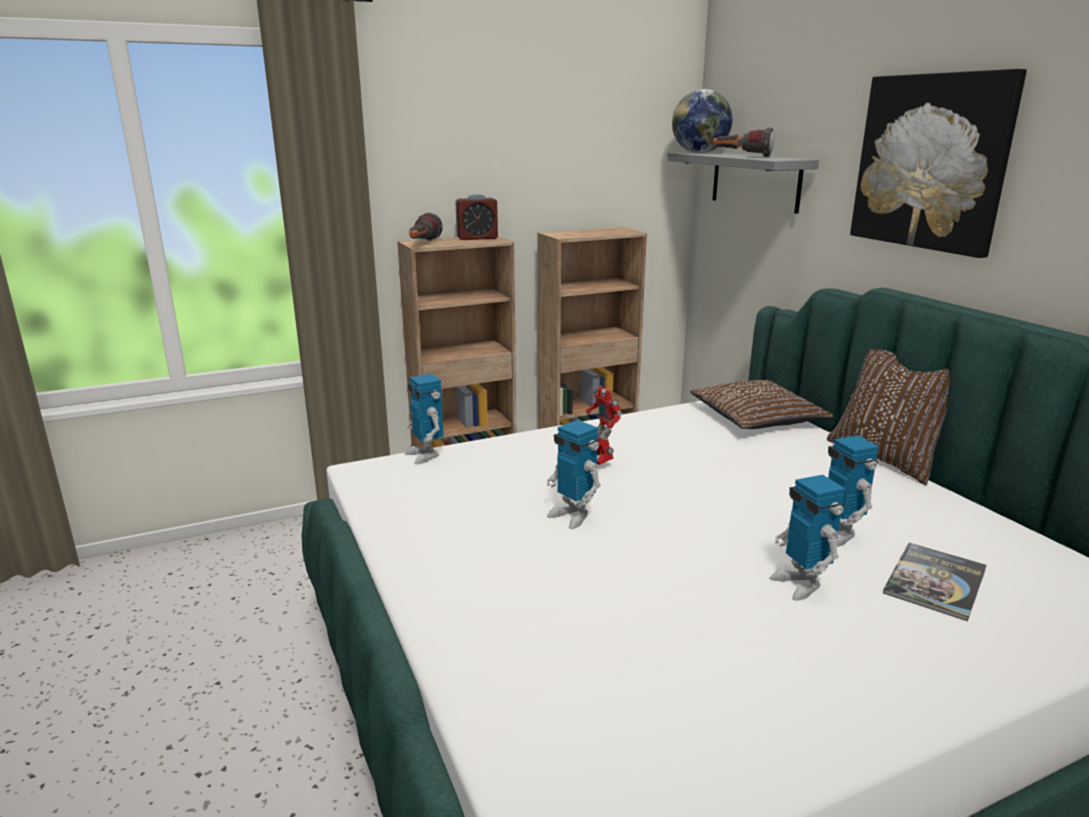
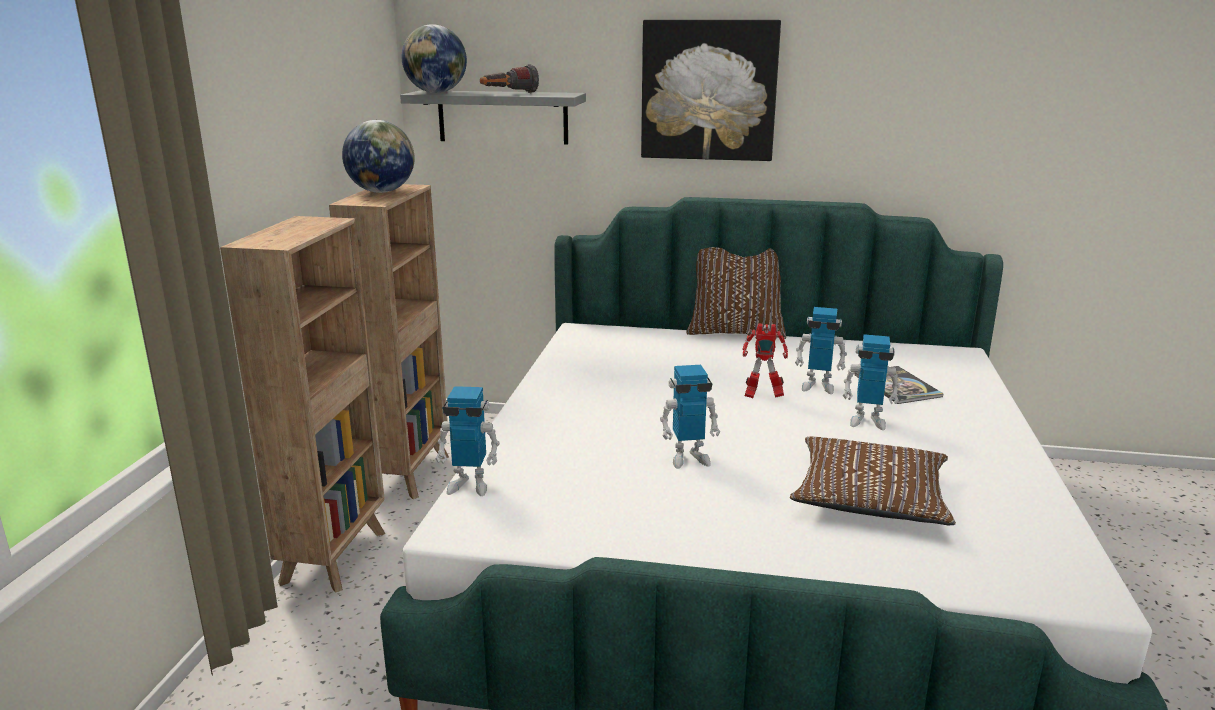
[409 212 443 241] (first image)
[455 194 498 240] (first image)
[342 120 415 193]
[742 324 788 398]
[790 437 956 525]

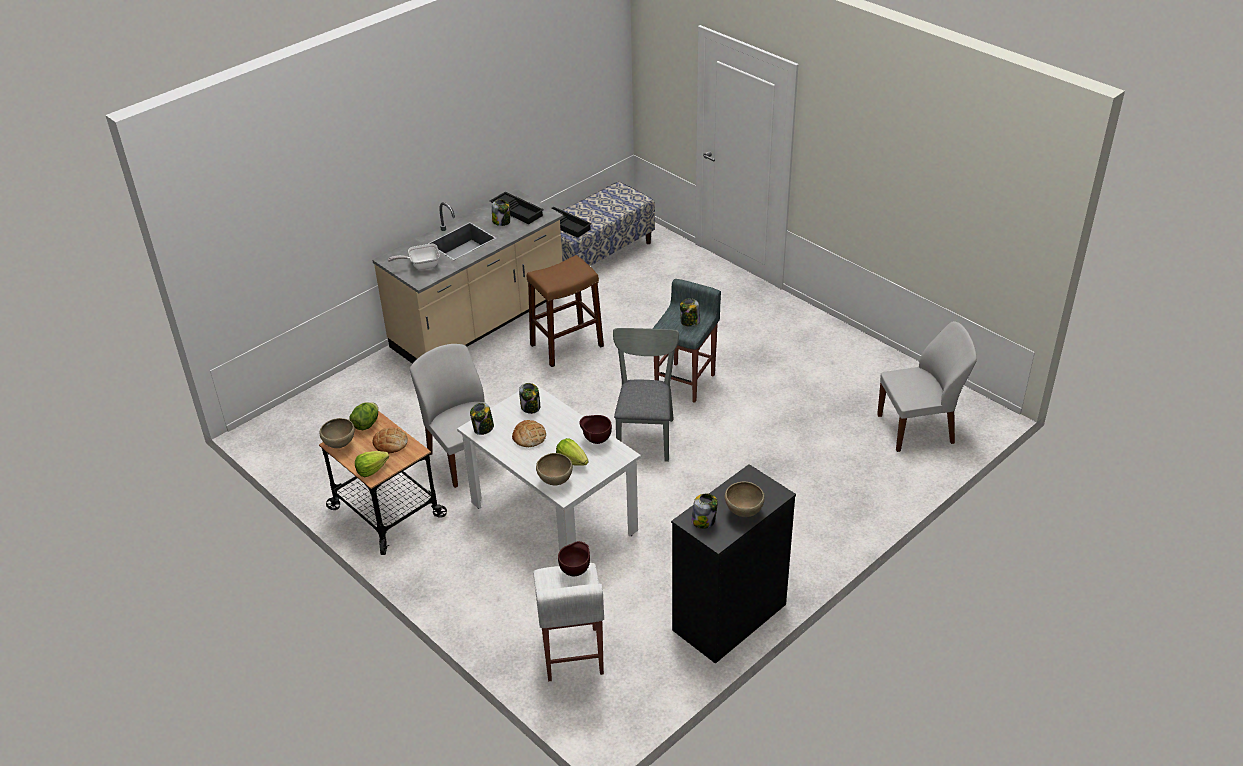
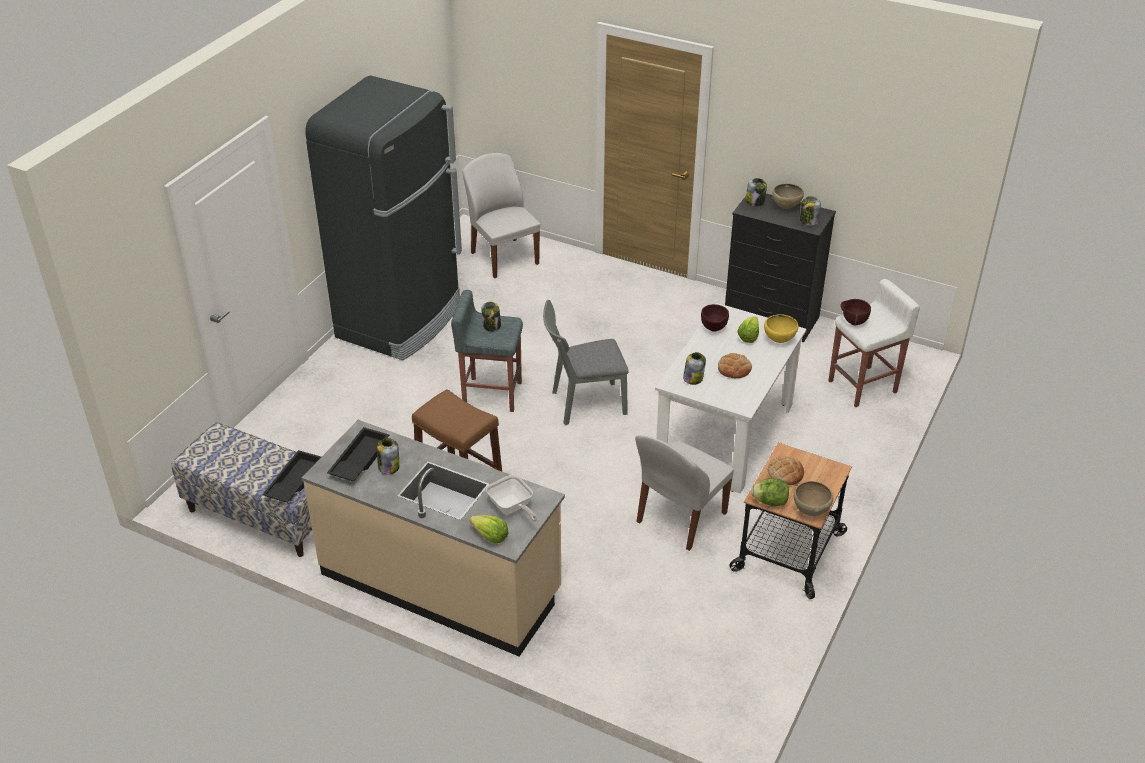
[305 75 462 360]
[469 515 509 544]
[745 178 767 206]
[764 314 798 343]

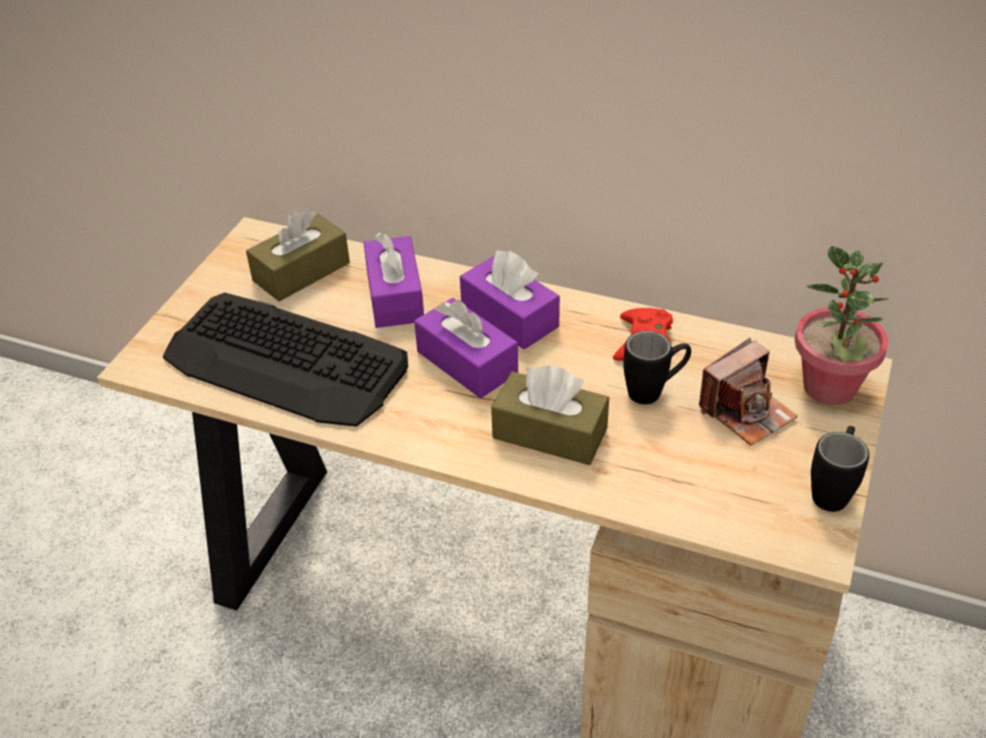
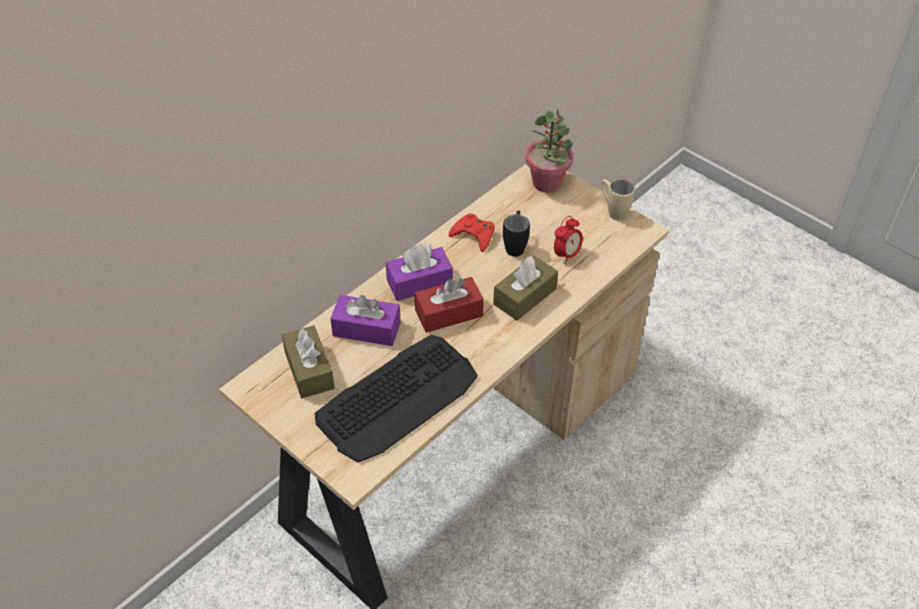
[699 338 798 446] (first image)
[554 216 583 264]
[414 277 484 333]
[601 179 635 220]

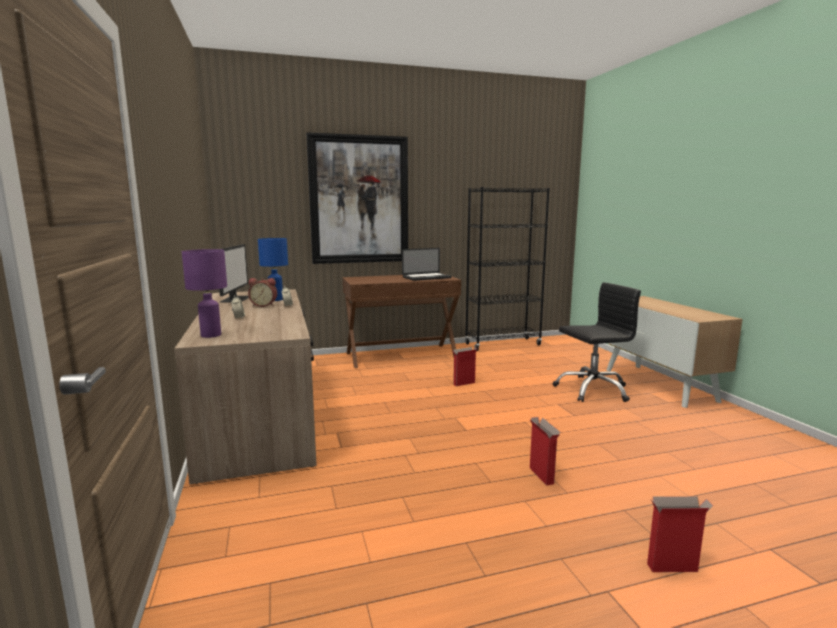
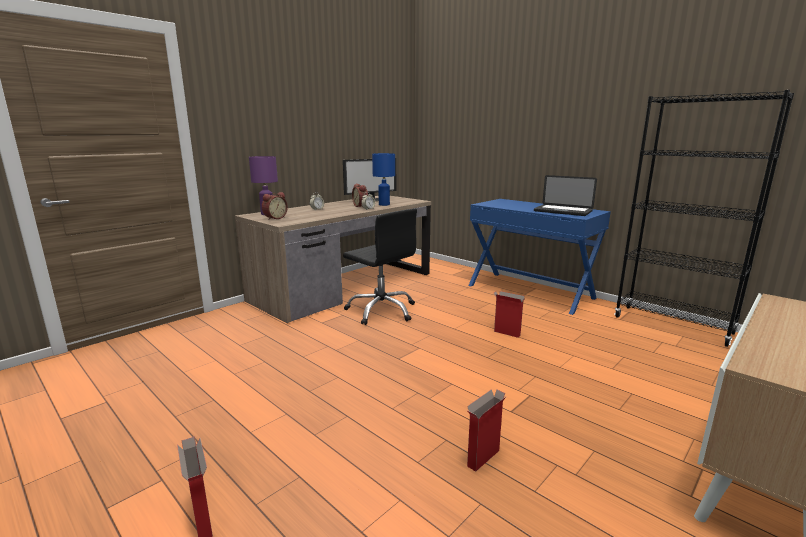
[306 132 408 264] (first image)
[262 192 288 220]
[467 389 507 472]
[343 209 417 325]
[468 199 611 315]

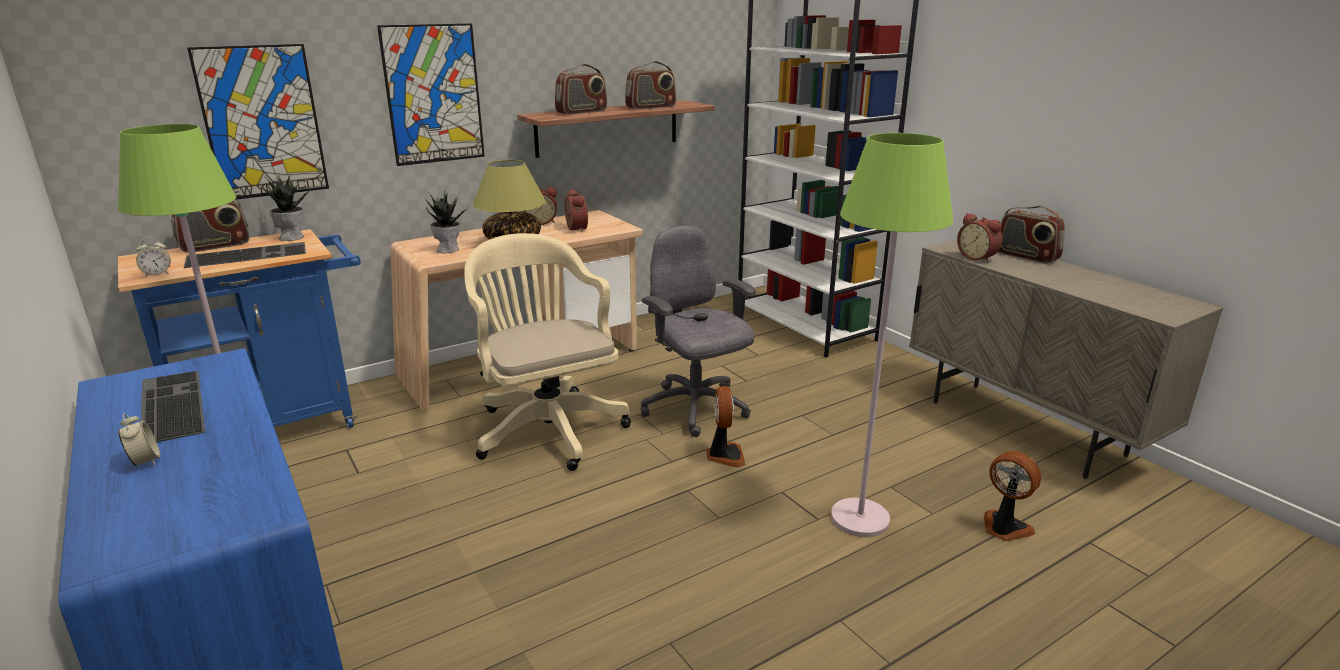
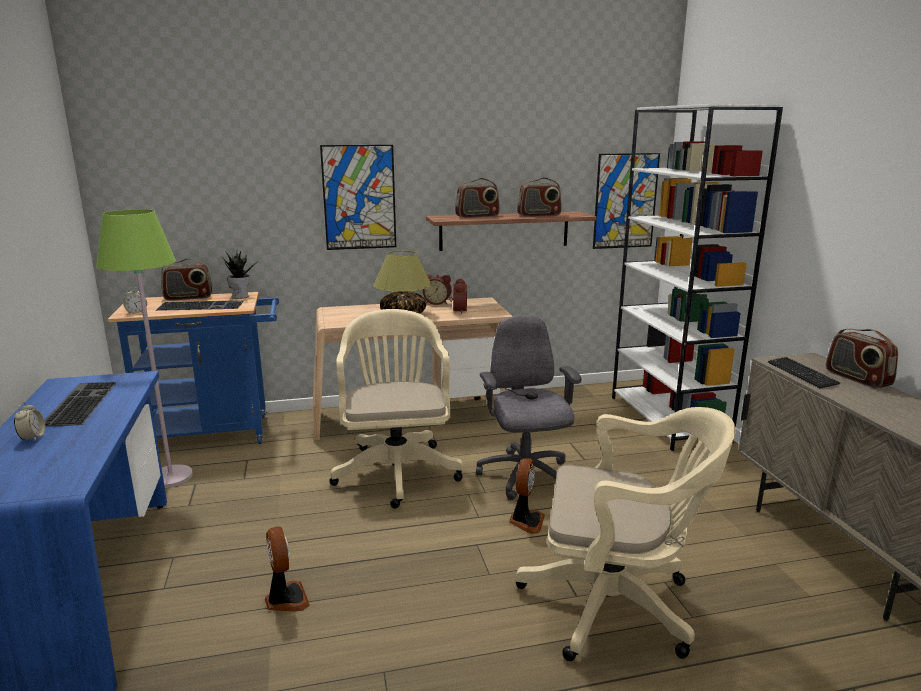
[426 192 470 253] (first image)
[593 153 660 249]
[265 526 310 612]
[515 407 736 661]
[768 357 840 388]

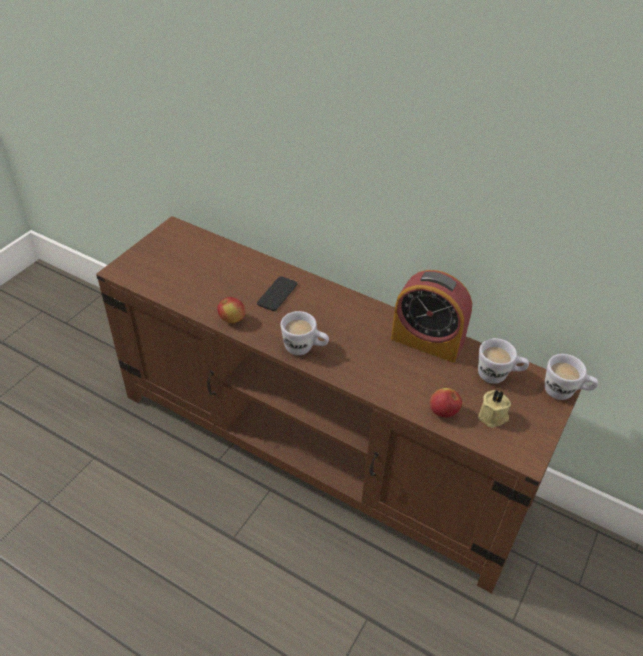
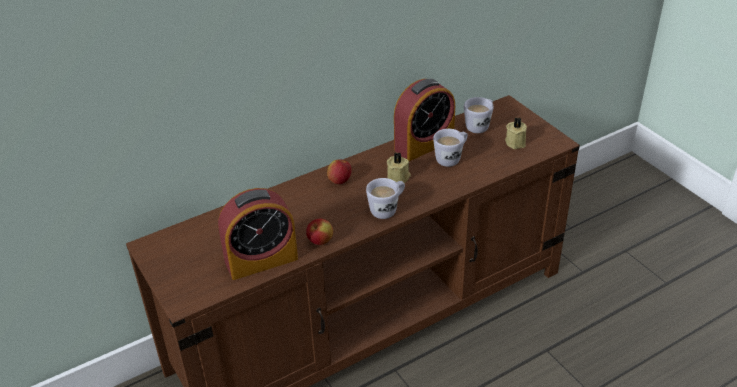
[257 276 297 311] (first image)
[218 188 298 280]
[387 152 411 183]
[327 159 352 184]
[433 129 468 167]

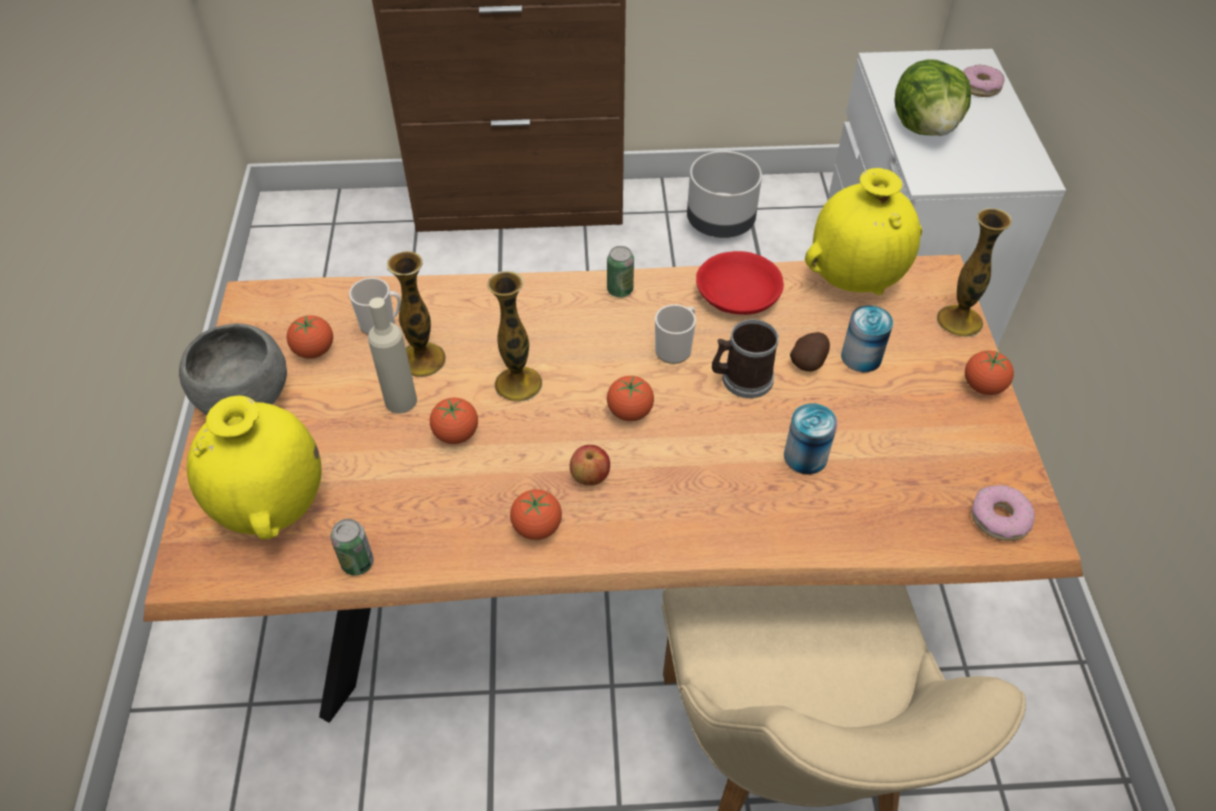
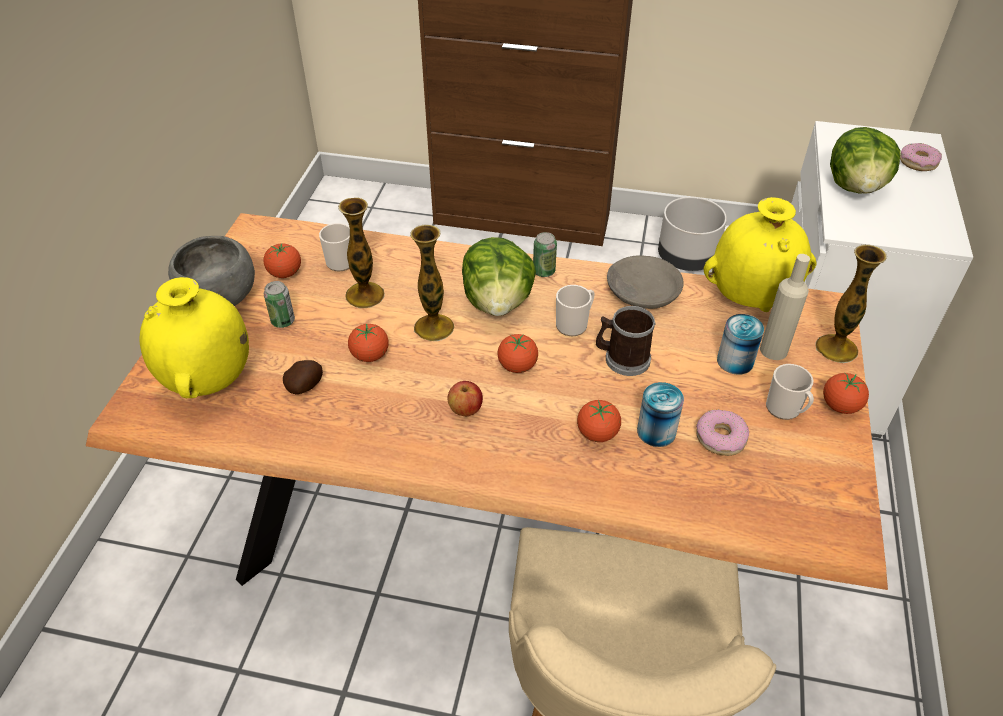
[462 237 536 316]
[766 364 814 420]
[264 281 295 328]
[760 254 810 360]
[577 400 621 442]
[283 360 323 394]
[696 409 749 456]
[607 255 683 309]

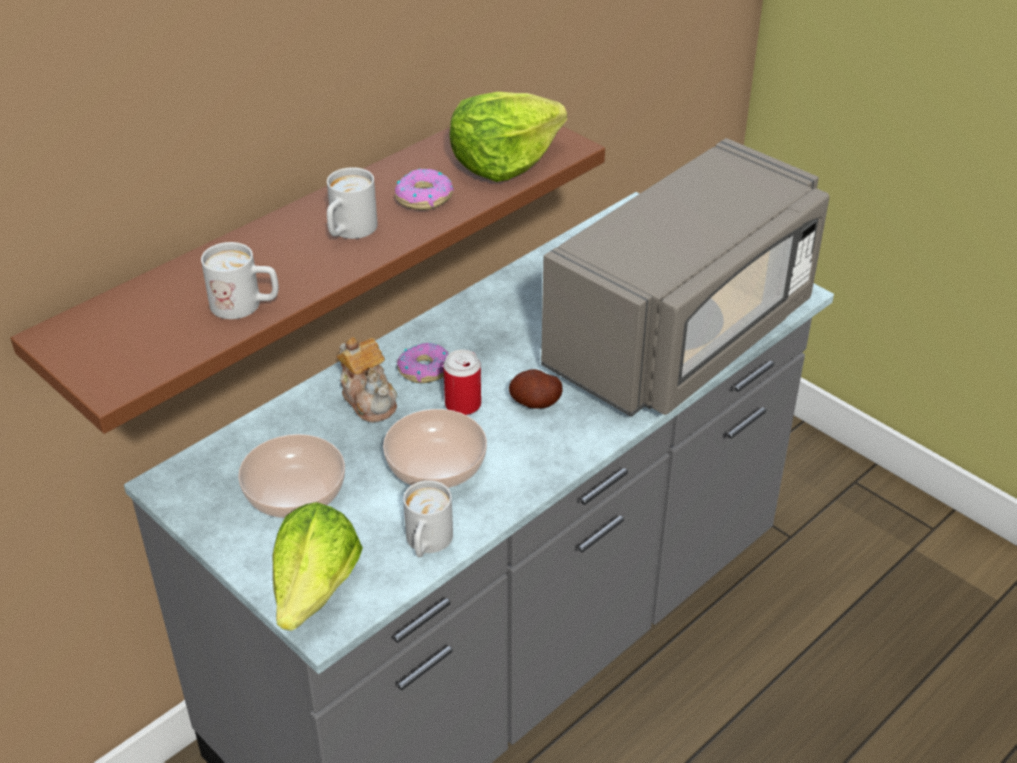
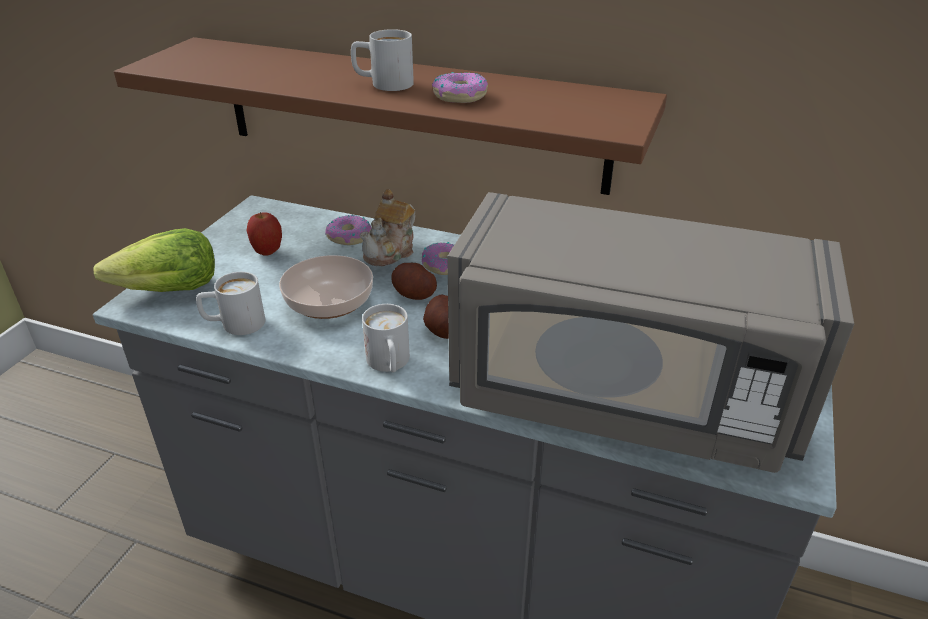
[450 92 567 182] (first image)
[325 215 371 245]
[362 304 410 373]
[246 212 282 256]
[391 263 437 300]

